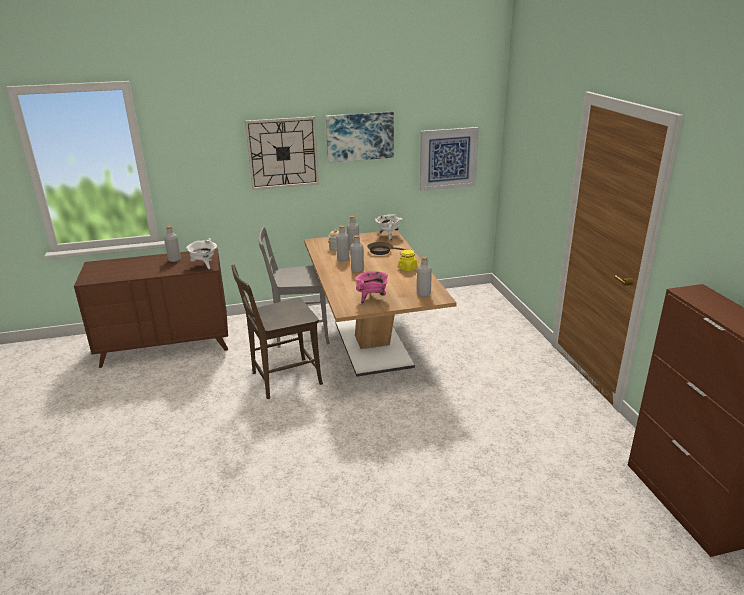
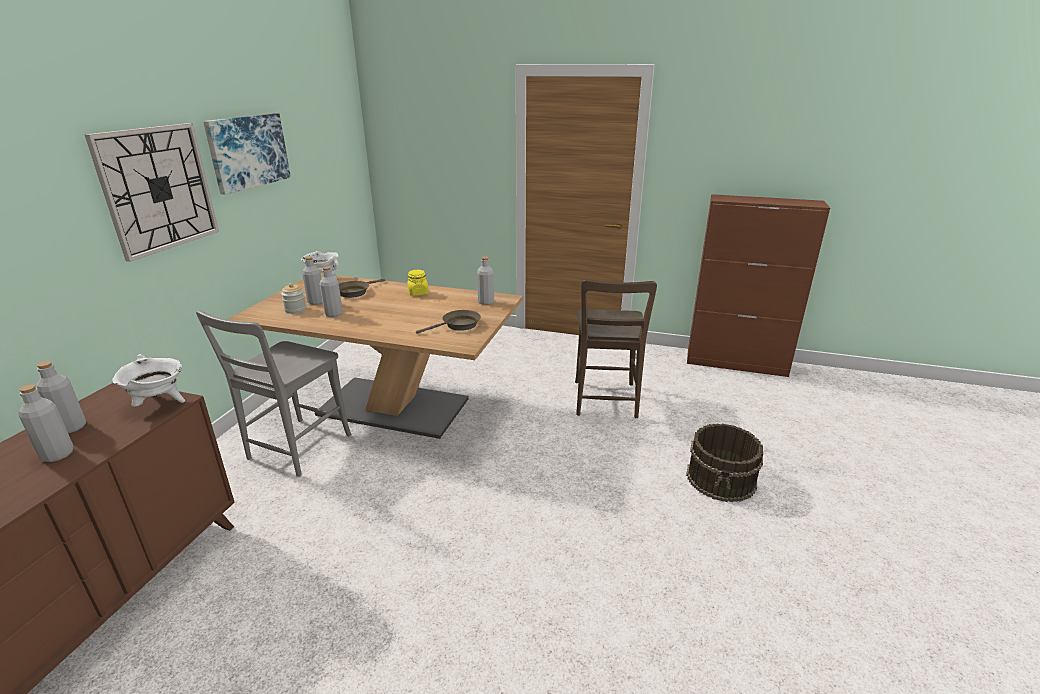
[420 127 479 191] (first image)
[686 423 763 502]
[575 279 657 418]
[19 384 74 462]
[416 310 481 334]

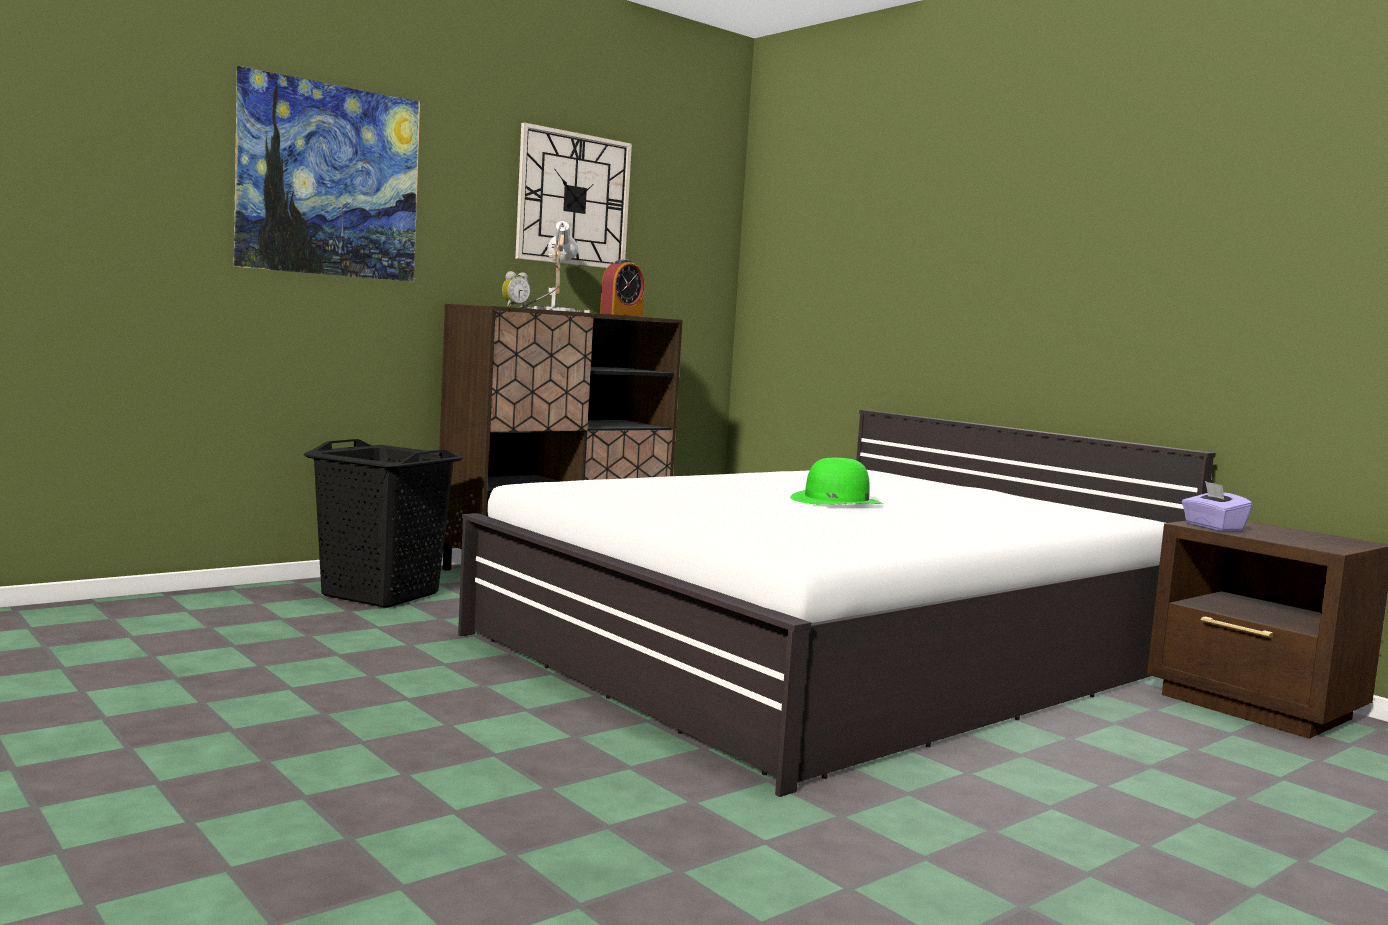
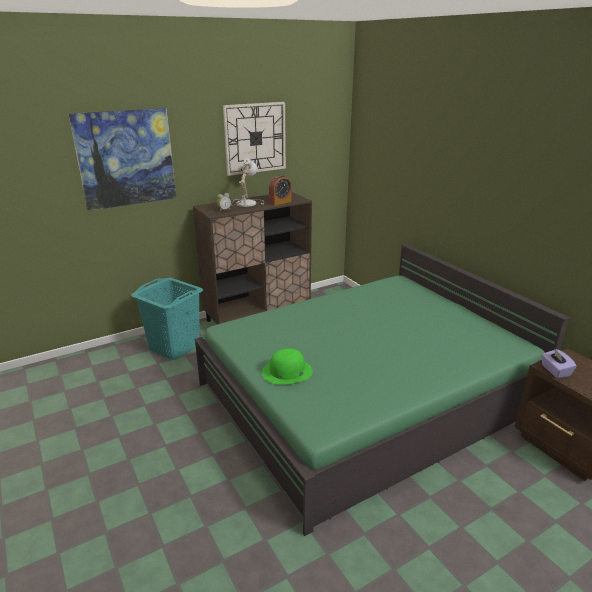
[262 348 313 384]
[131 278 204 360]
[195 244 570 536]

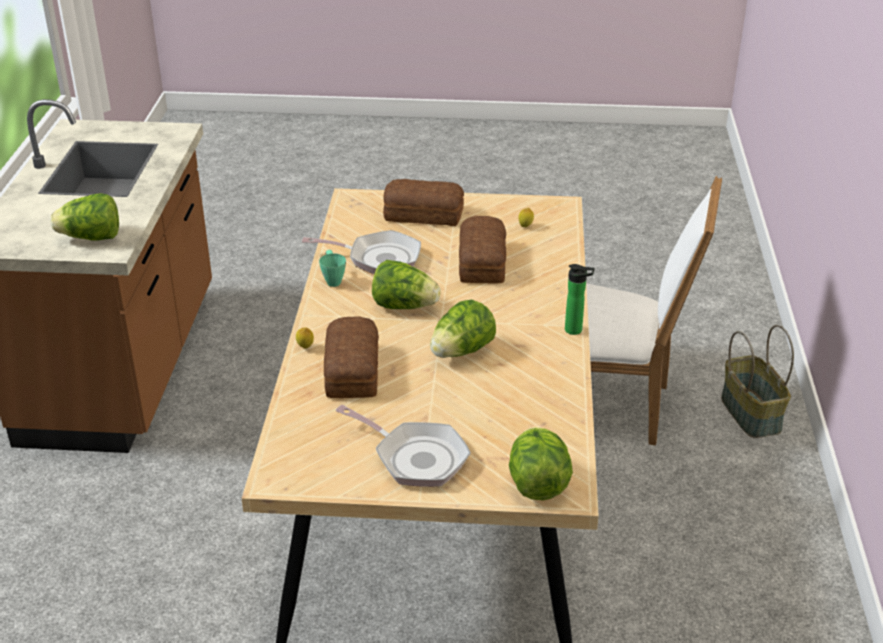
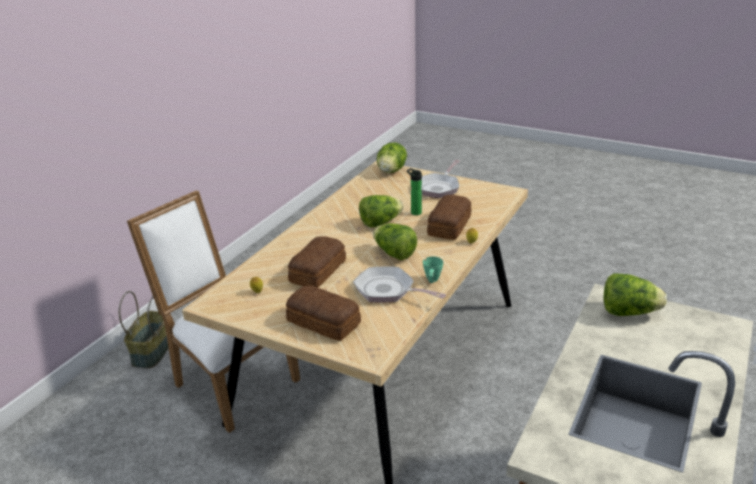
[407 168 422 215]
[421 160 460 198]

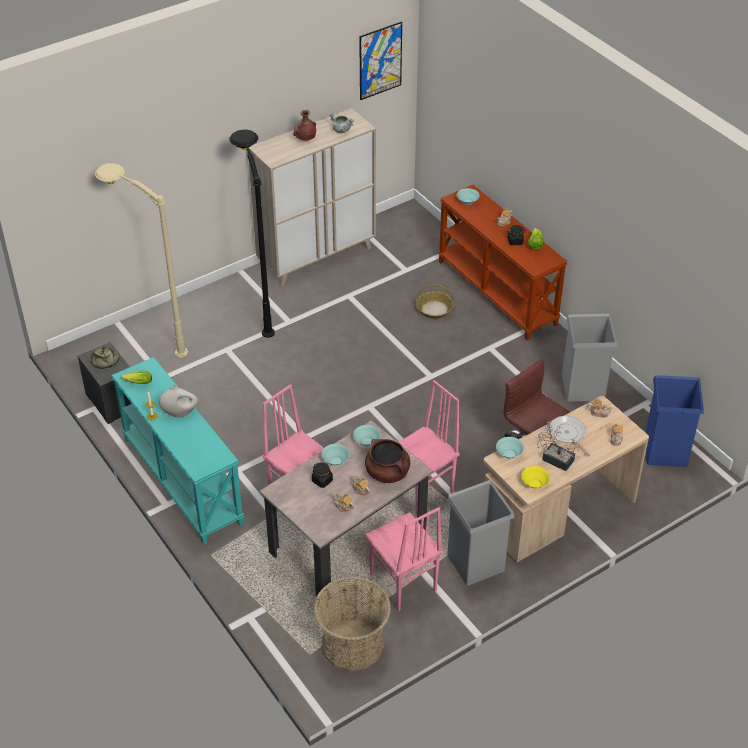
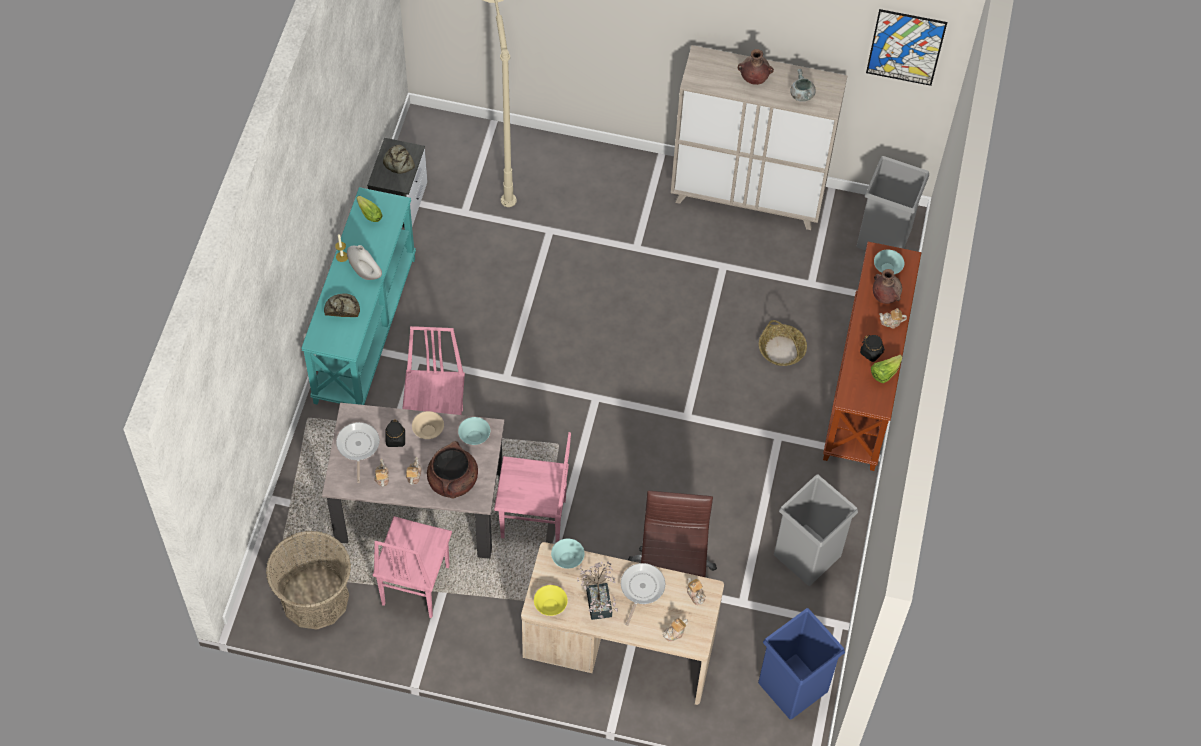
[230 130 275 338] (first image)
[324 293 360 317]
[336 422 380 483]
[873 269 902 304]
[857 156 929 250]
[412 411 444 439]

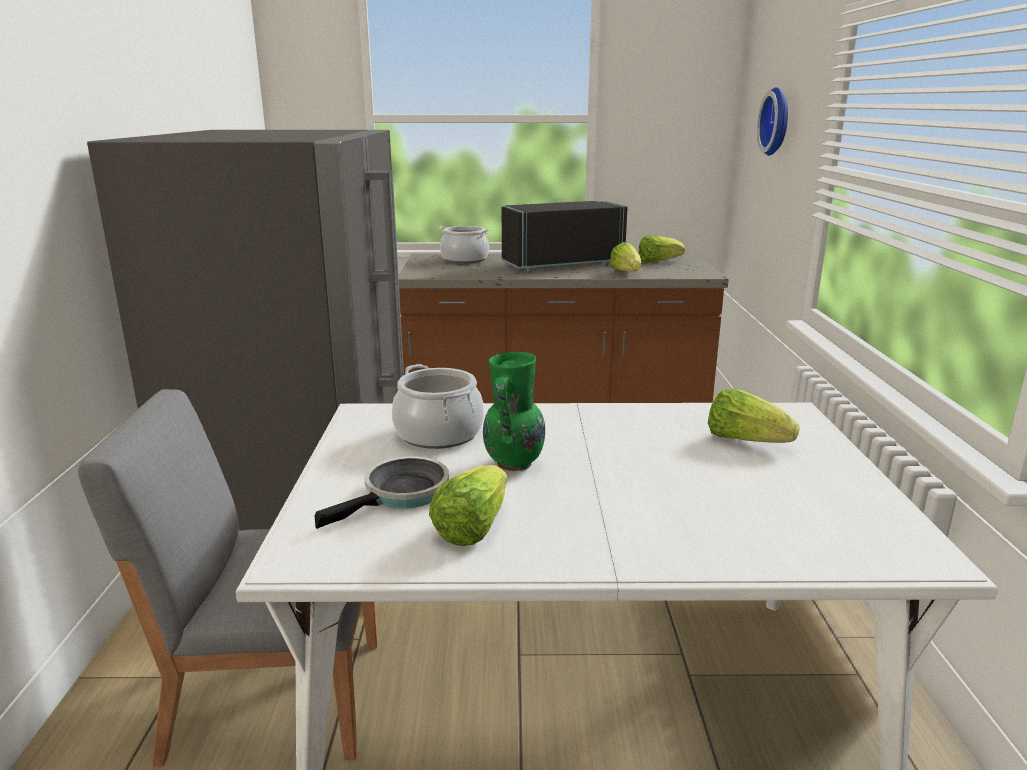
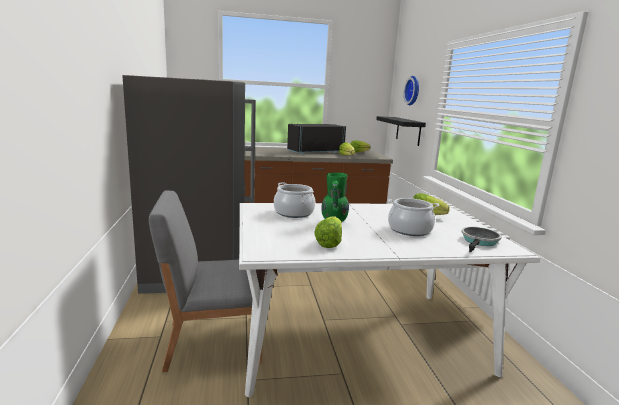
[376 116 426 146]
[462 227 502 253]
[388 198 439 236]

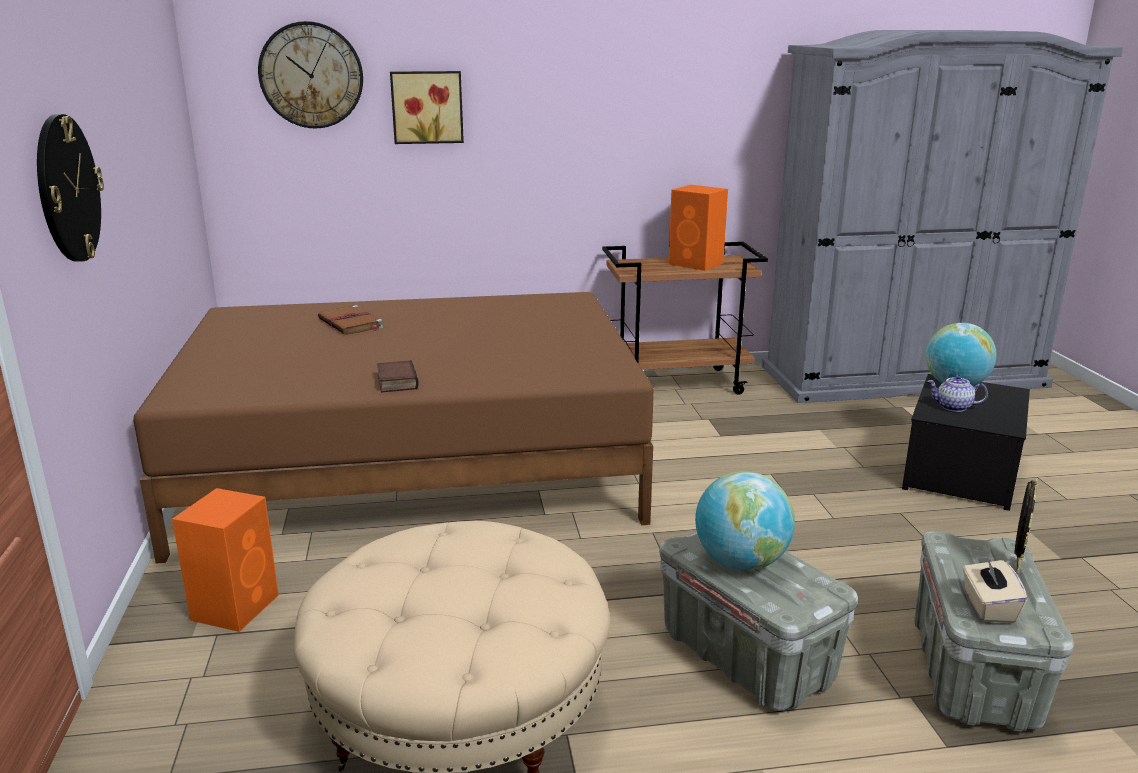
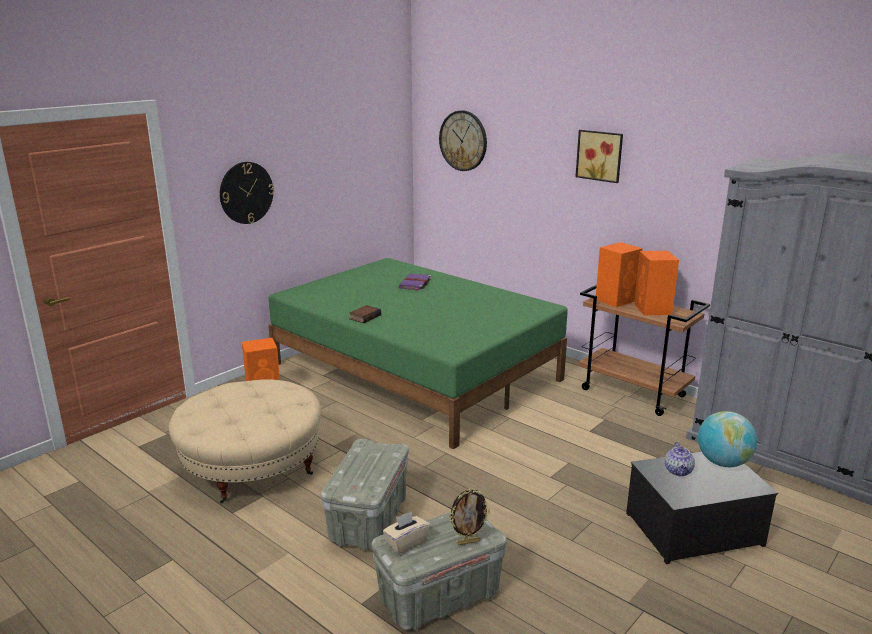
[695 471 795 570] (first image)
[596 242 643 307]
[576 130 623 183]
[268 258 568 450]
[399 274 431 291]
[665 442 695 476]

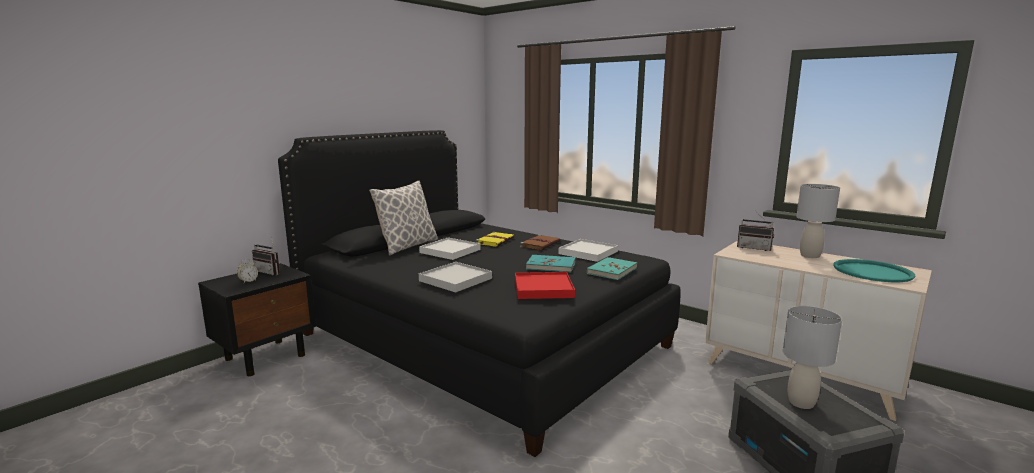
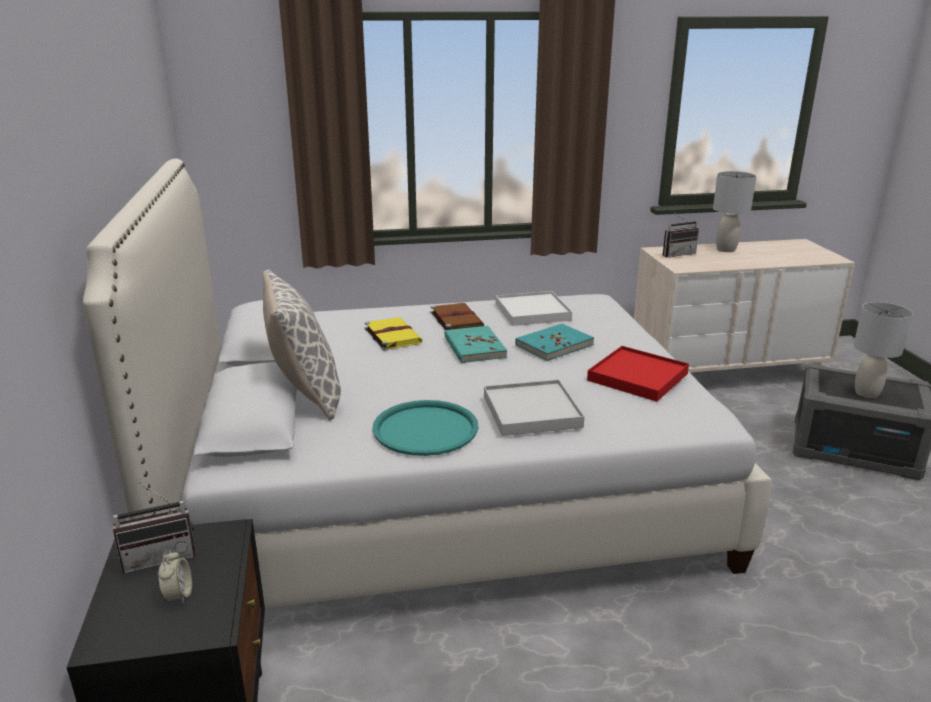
[419 237 481 260] (first image)
[445 326 507 363]
[373 400 478 456]
[83 159 772 608]

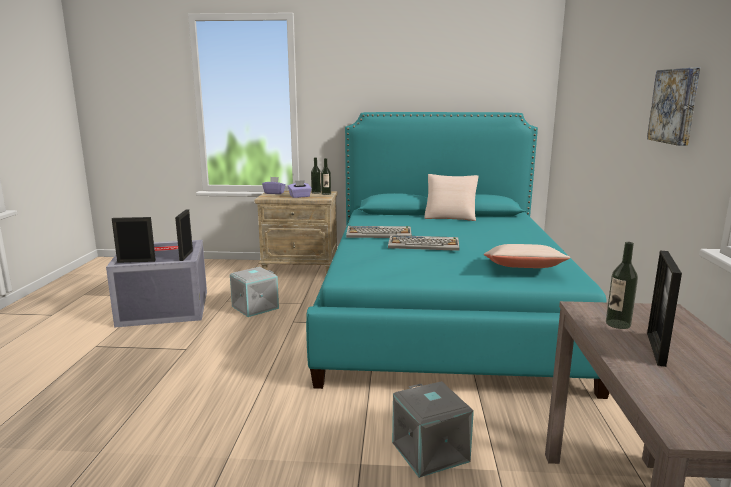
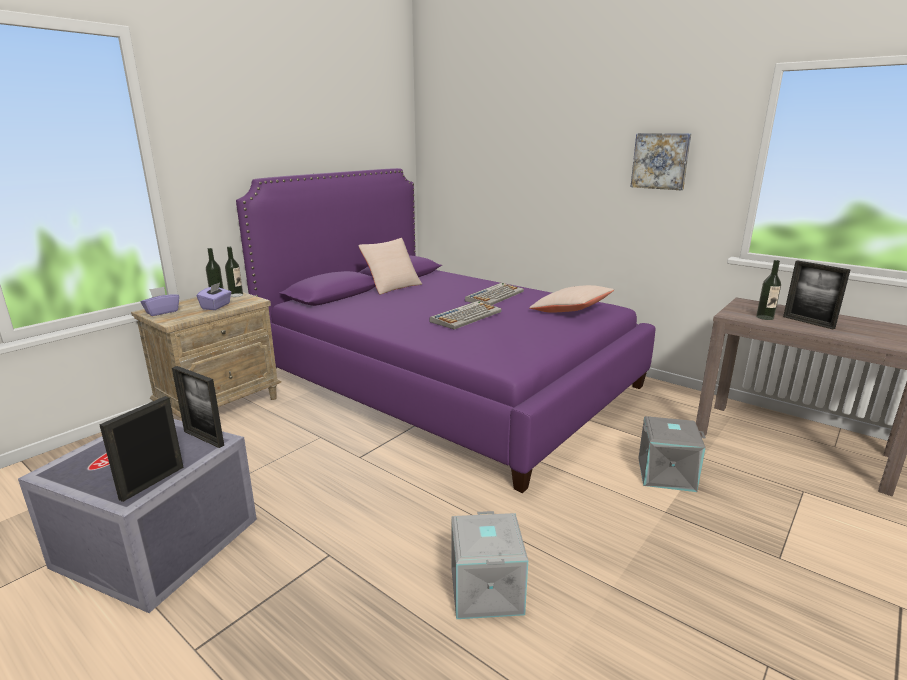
[451 511 528 619]
[465 283 524 305]
[236 168 656 493]

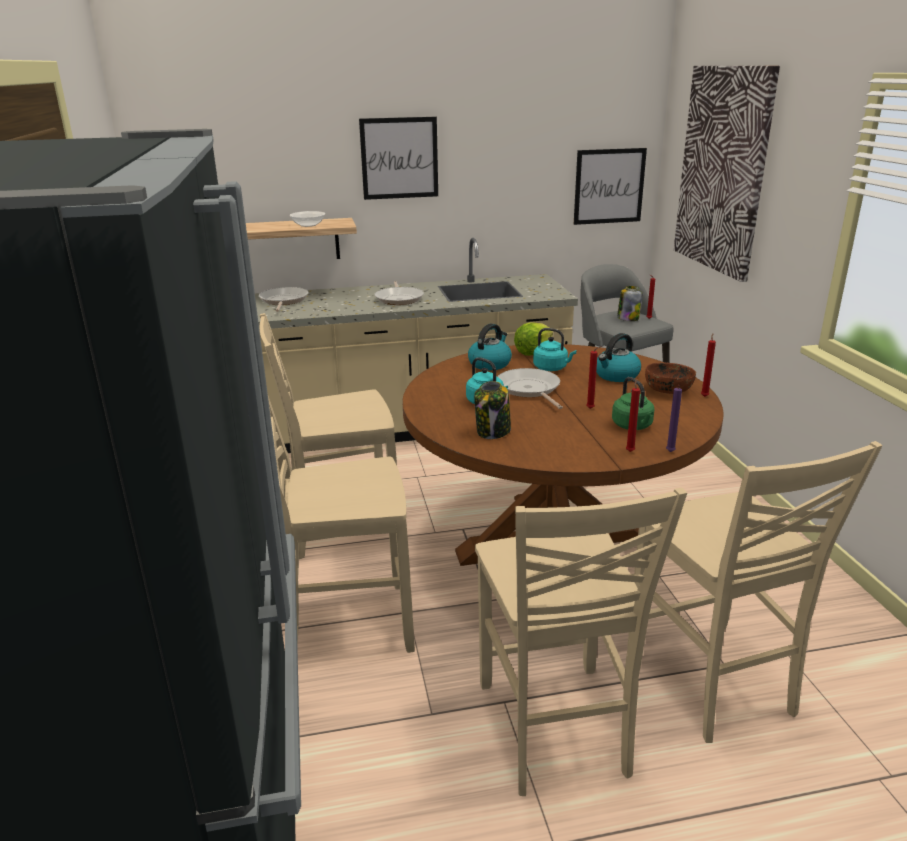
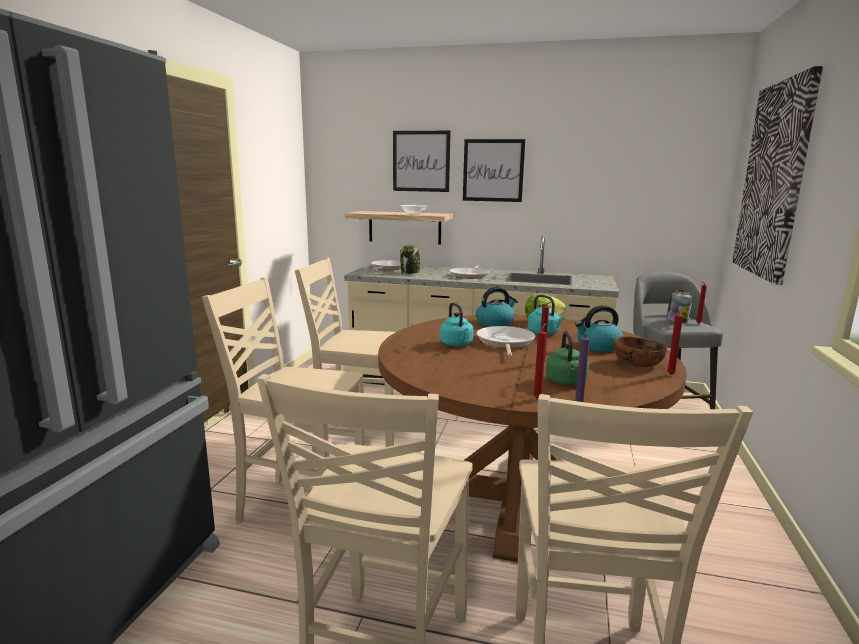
[400 245 421 274]
[393 131 451 192]

